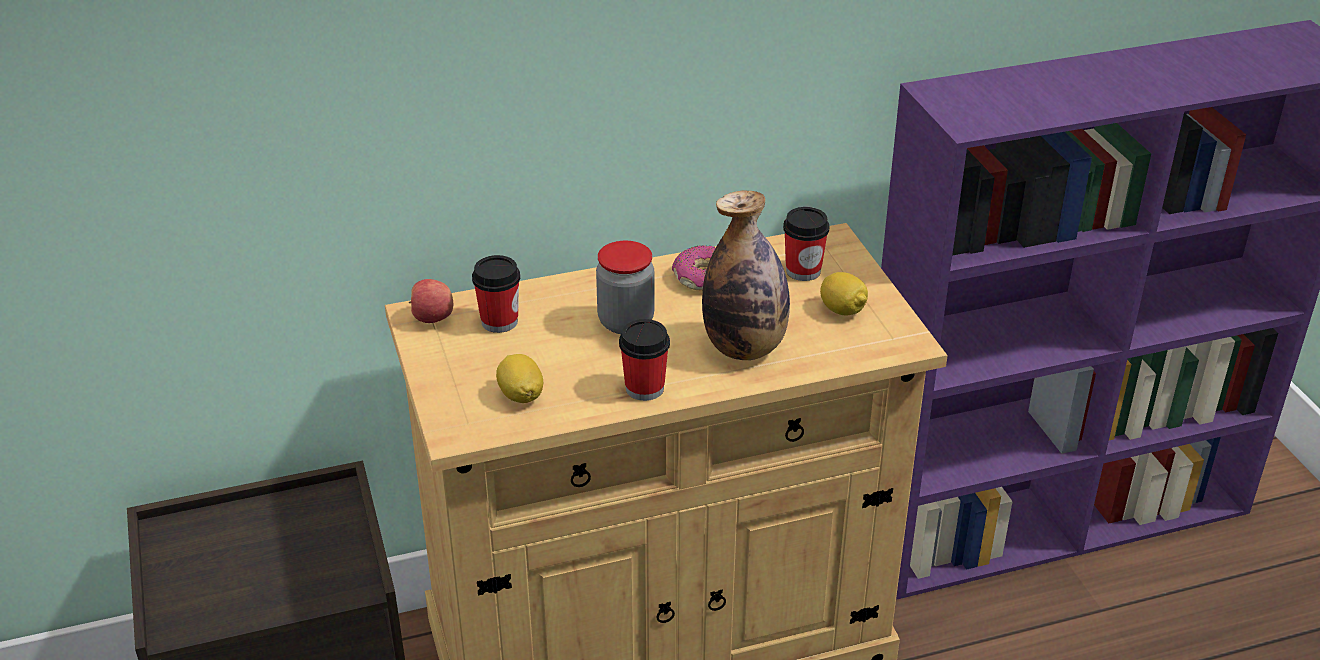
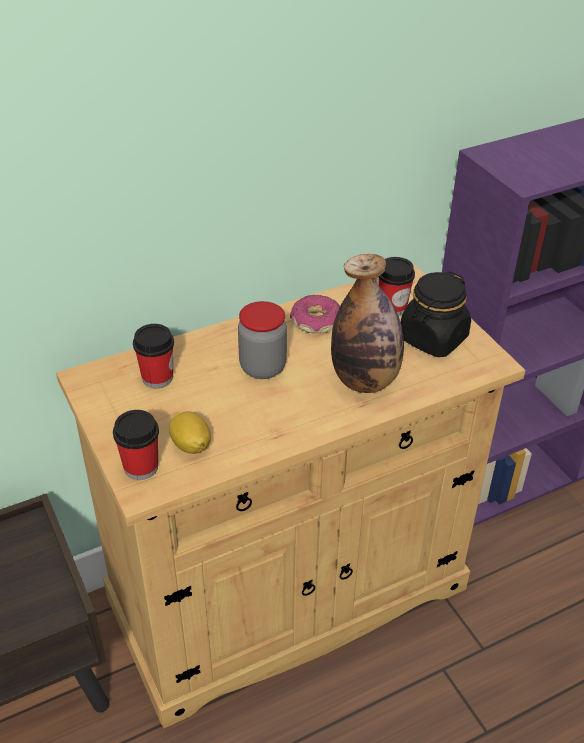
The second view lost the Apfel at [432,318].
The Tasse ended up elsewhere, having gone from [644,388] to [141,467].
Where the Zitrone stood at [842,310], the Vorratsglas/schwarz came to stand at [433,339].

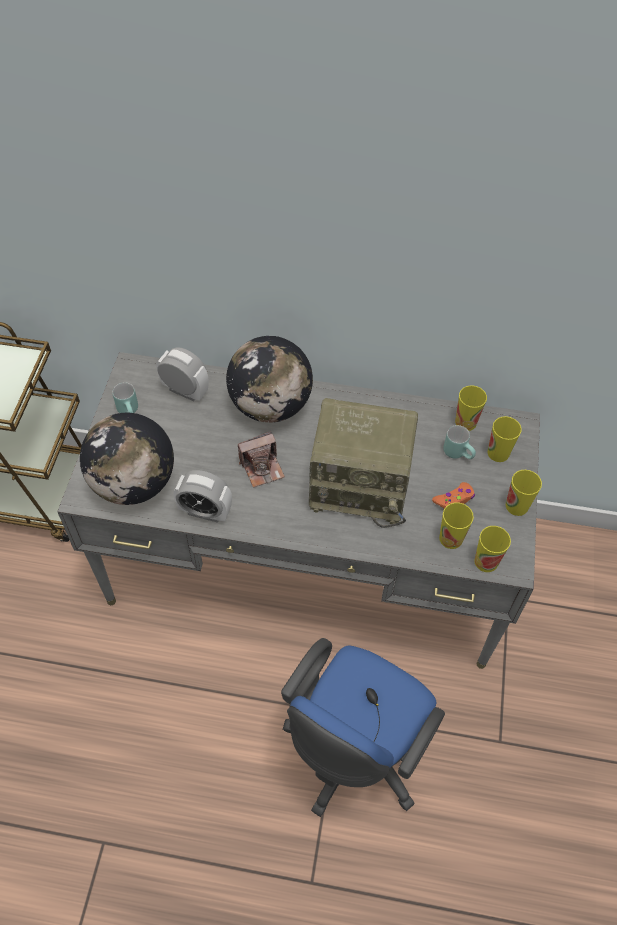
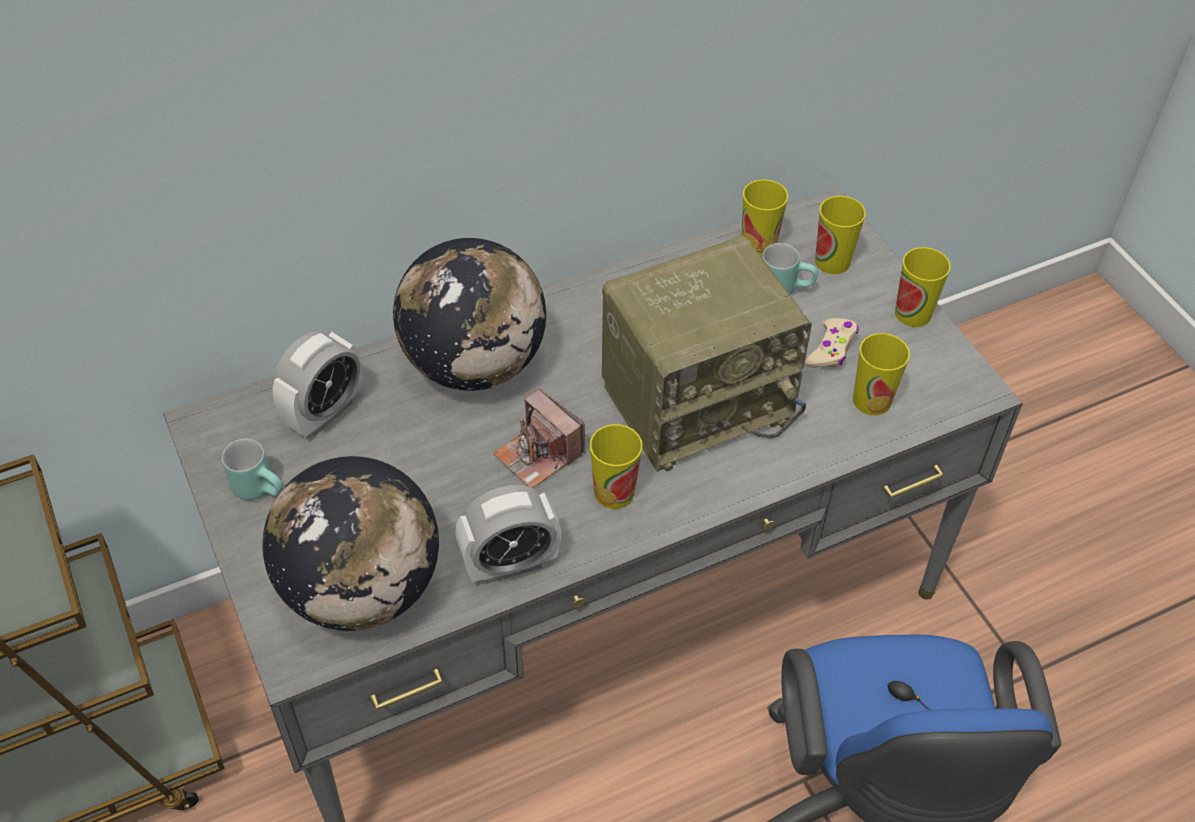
The Tasse ended up elsewhere, having gone from [486,561] to [614,492].
What was the Gamepad/orange at [454,499] turned into the Gamepad/beige at [831,349].
The Wecker at [185,391] ended up facing another way, 135 degrees clockwise from before.
The Kamera at [262,467] ended up facing another way, 105 degrees clockwise from before.

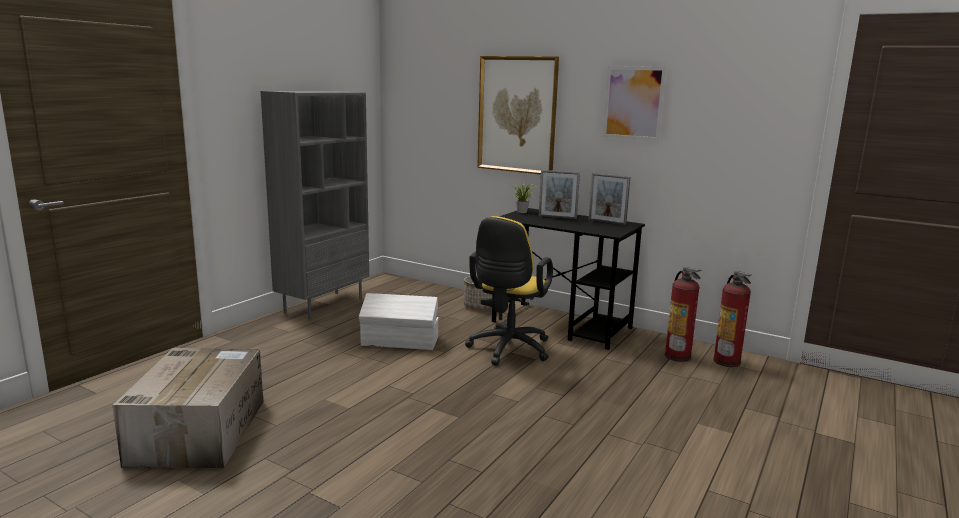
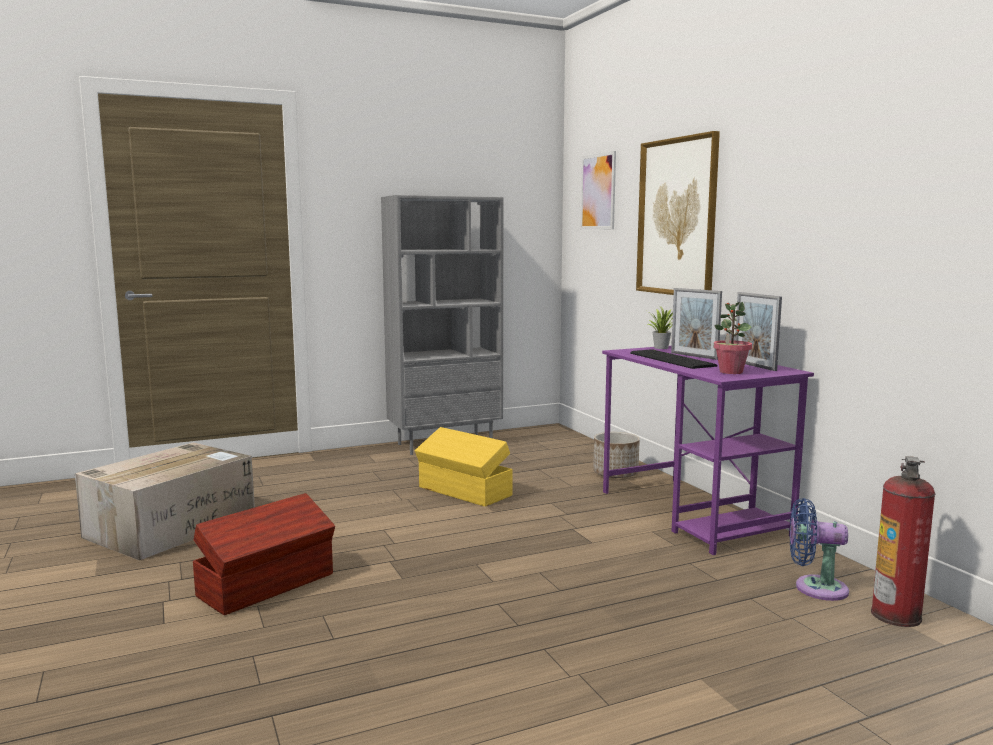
The second view lost the Bürostuhl/gelb at [507,350].
The second view gained the Aufbewahrungsbox/braun at [268,585].
The second view gained the Tastatur at [671,360].
The second view gained the Topfpflanze at [730,372].
The Bild ended up elsewhere, having gone from [633,103] to [598,191].
Where the Feuerlöscher stood at [678,356], the Ventilator/blau came to stand at [815,588].
What was the Aufbewahrungsbox/weiß at [400,342] turned into the Aufbewahrungsbox/gelb at [464,492].
What was the Schreibtisch/schwarz at [562,325] turned into the Schreibtisch/lila at [693,514].

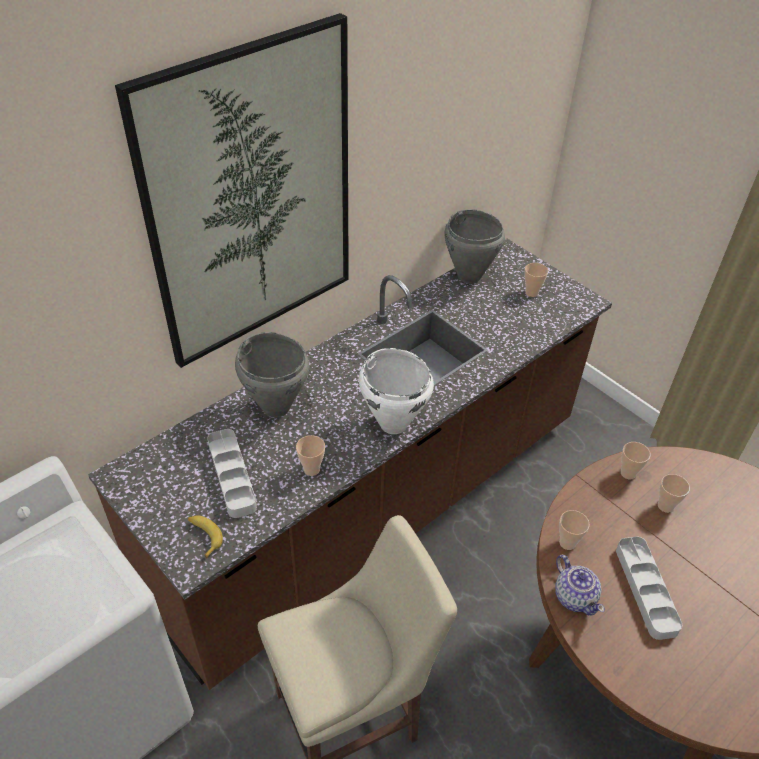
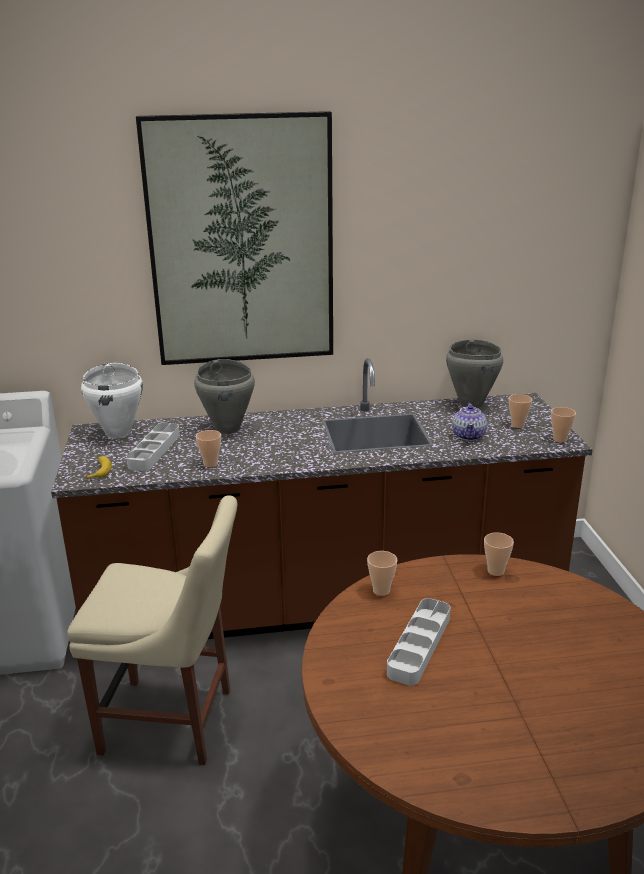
The Kochtopf/weiß ended up elsewhere, having gone from [393,423] to [119,433].
The Teekanne ended up elsewhere, having gone from [574,596] to [469,435].
The Tasse ended up elsewhere, having gone from [665,506] to [560,439].

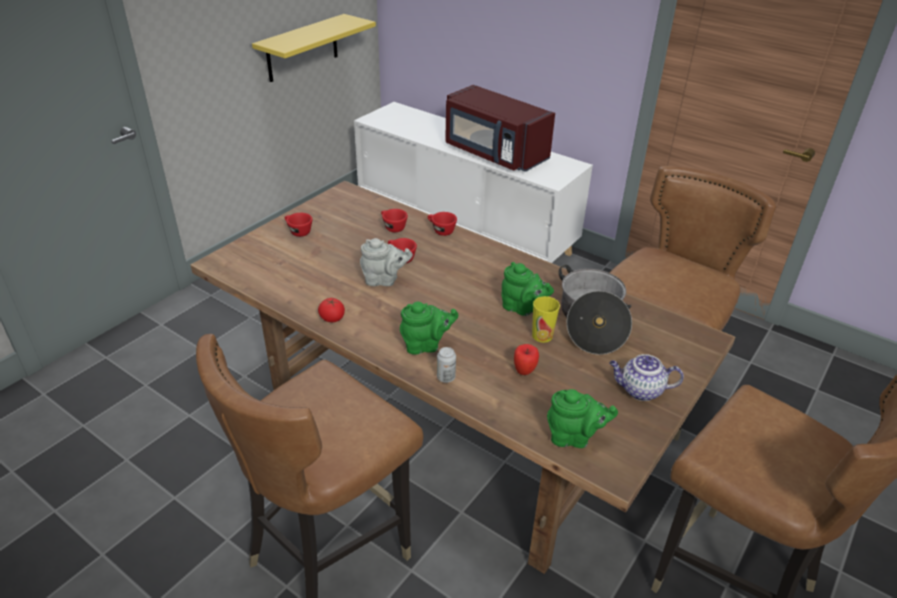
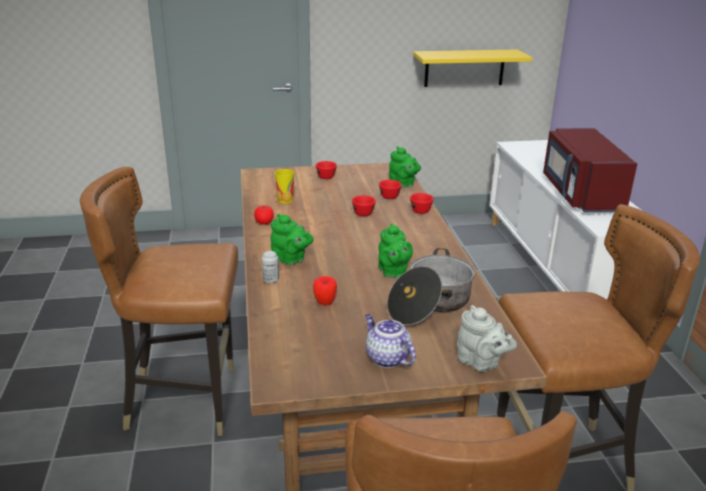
The Teekanne/grau ended up elsewhere, having gone from [384,280] to [481,363].
The Tasse ended up elsewhere, having gone from [542,335] to [285,200].
The Teekanne/grün ended up elsewhere, having gone from [574,437] to [403,184].

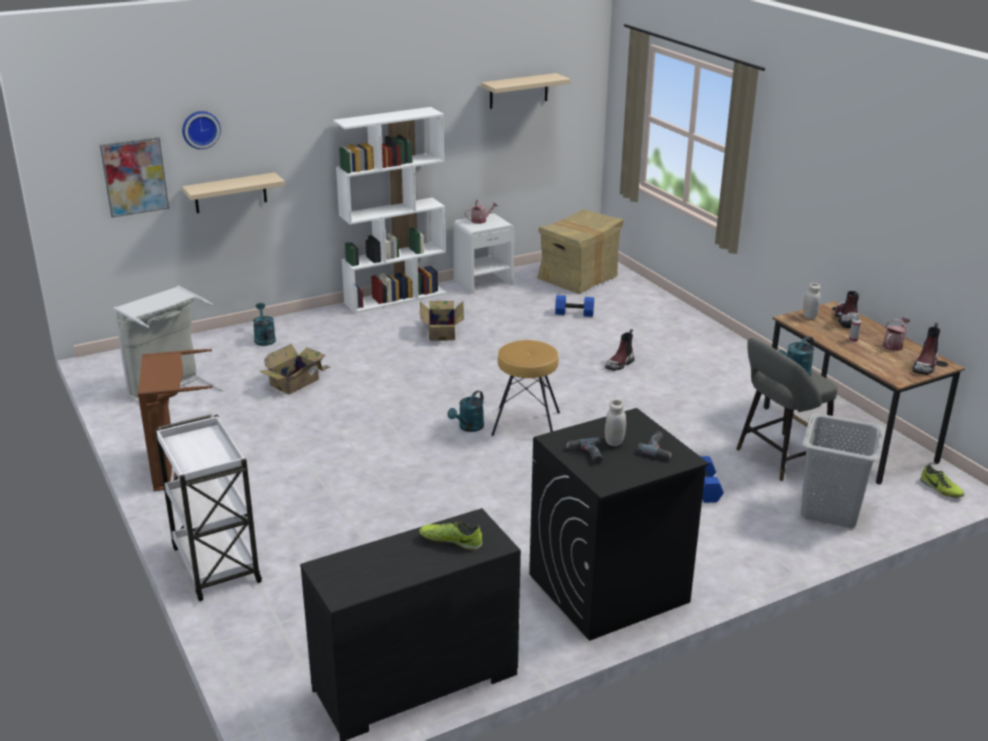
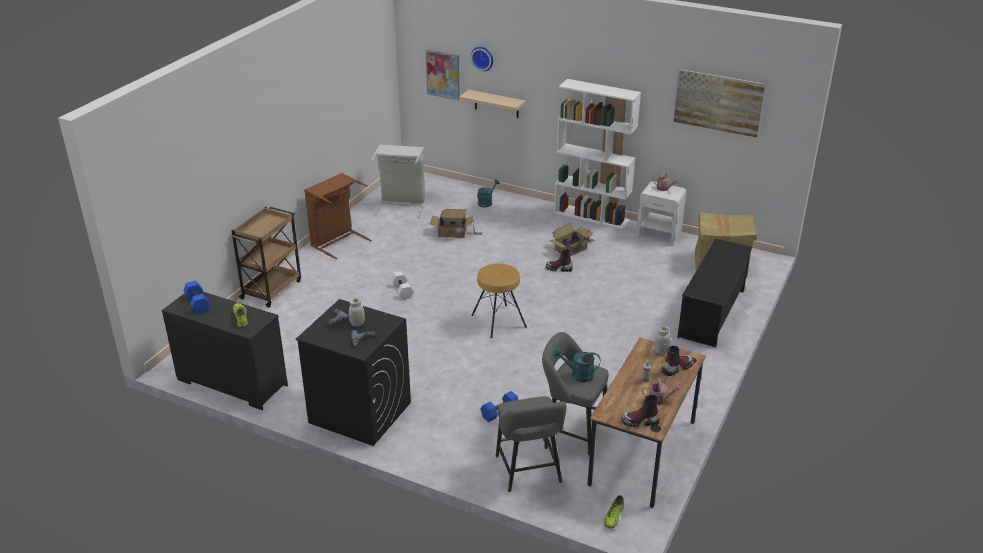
The second view lost the Gießkanne/türkis at [468,428].
The second view gained the Hantel/weiß at [403,291].
The second view gained the Schuhregal/schwarz at [712,313].
The Hantel/blau ended up elsewhere, having gone from [573,314] to [197,303].
The Stiefel ended up elsewhere, having gone from [620,364] to [559,268].
Where the Wandregal/beige hung at [518,91], the Bild came to hang at [718,102].
Where the Wäschekorb/grau stood at [830,510], the Hocker/grau came to stand at [529,472].
What was the Rollwagen/weiß at [215,563] turned into the Rollwagen/braun at [272,289].

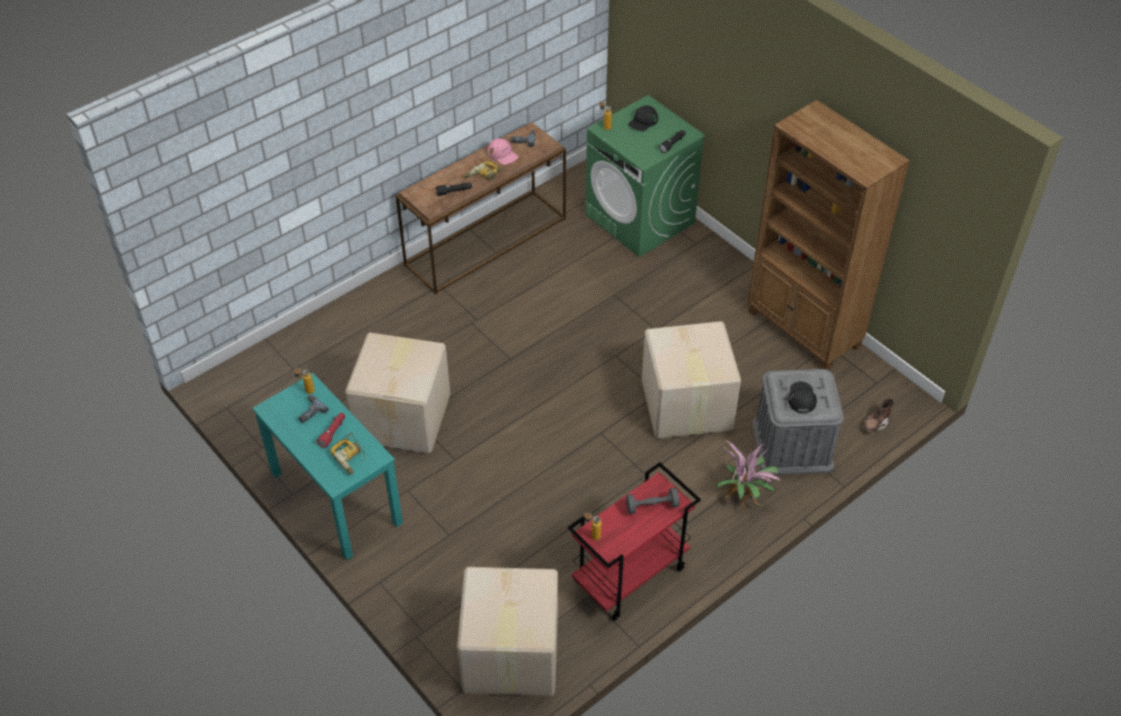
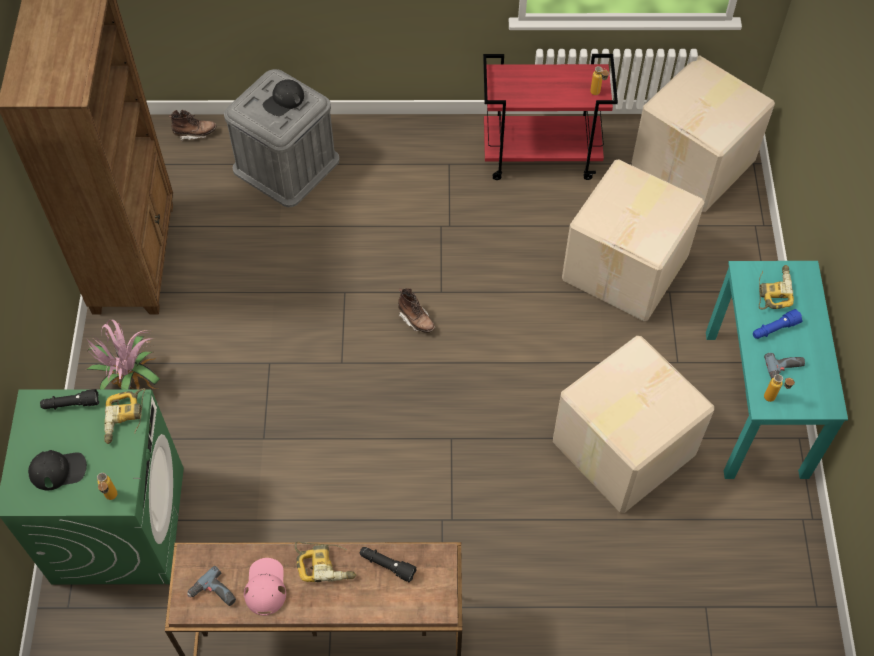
The second view lost the Hantel/grau at [652,506].
The second view gained the Bohrmaschine at [125,419].
The second view gained the Stiefel/braun at [416,320].
The Karton ended up elsewhere, having gone from [685,406] to [627,267].
The Topfpflanze ended up elsewhere, having gone from [745,495] to [130,379].
What was the Taschenlampe/rot at [333,432] turned into the Taschenlampe/blau at [774,329].

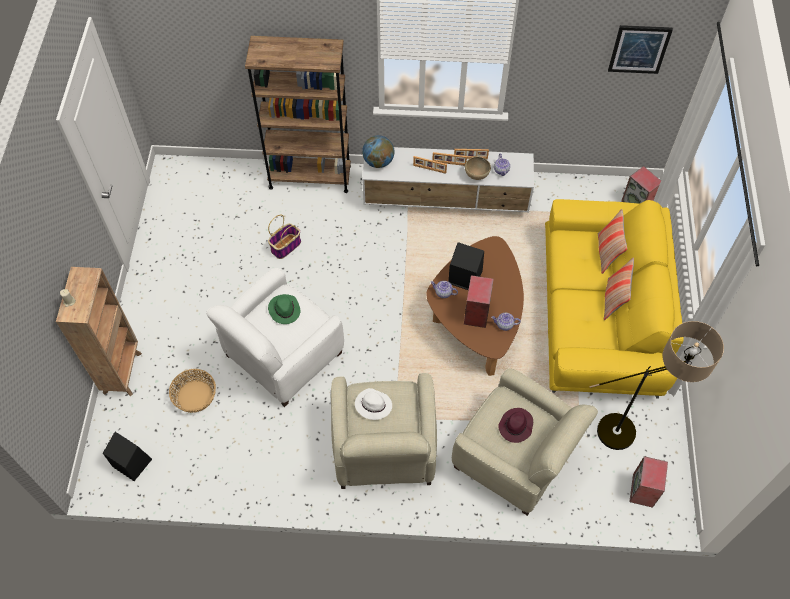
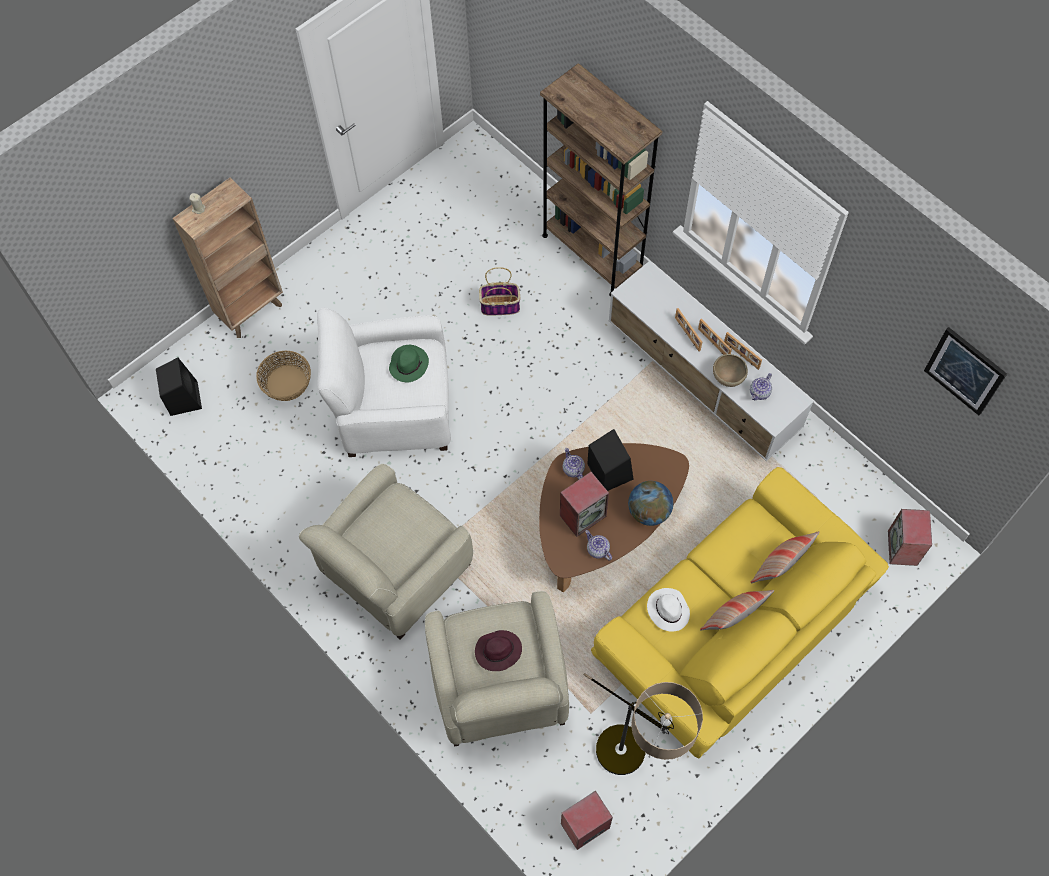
The Hut/weiß ended up elsewhere, having gone from [372,405] to [667,610].
The Globus ended up elsewhere, having gone from [378,162] to [649,511].

